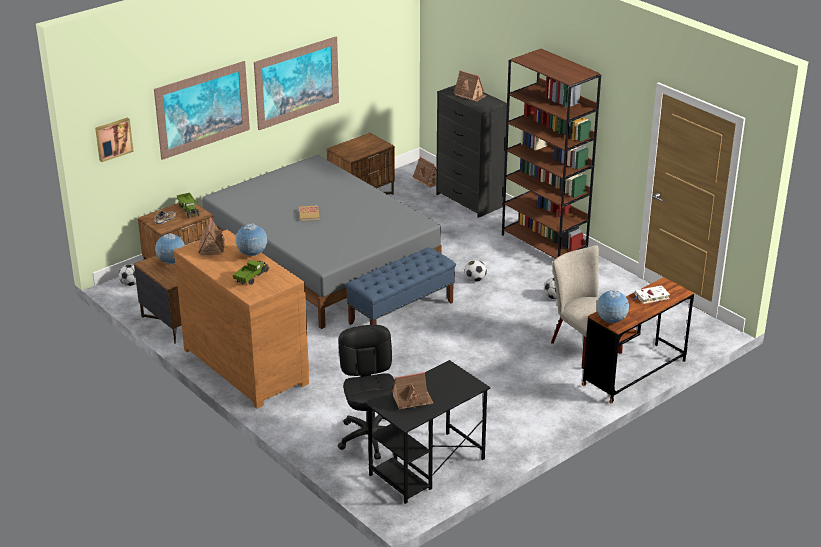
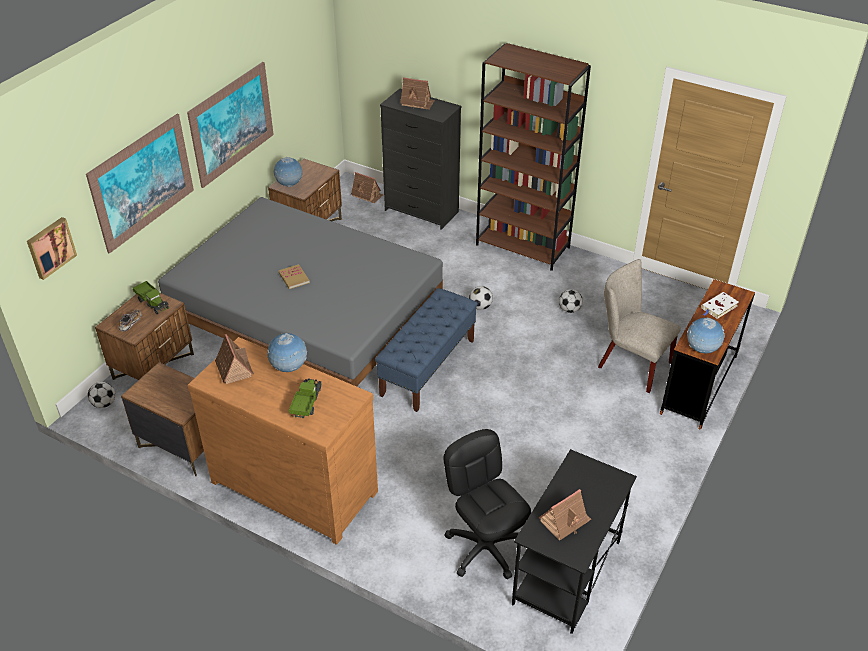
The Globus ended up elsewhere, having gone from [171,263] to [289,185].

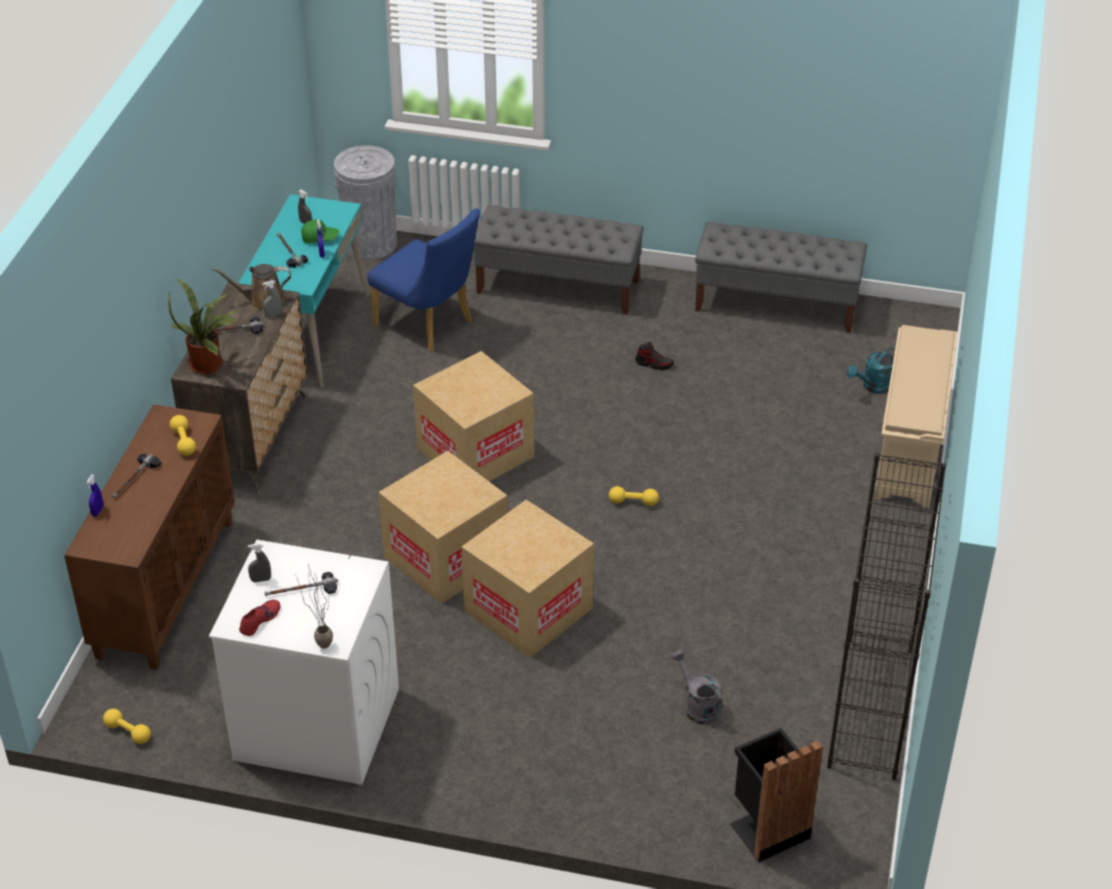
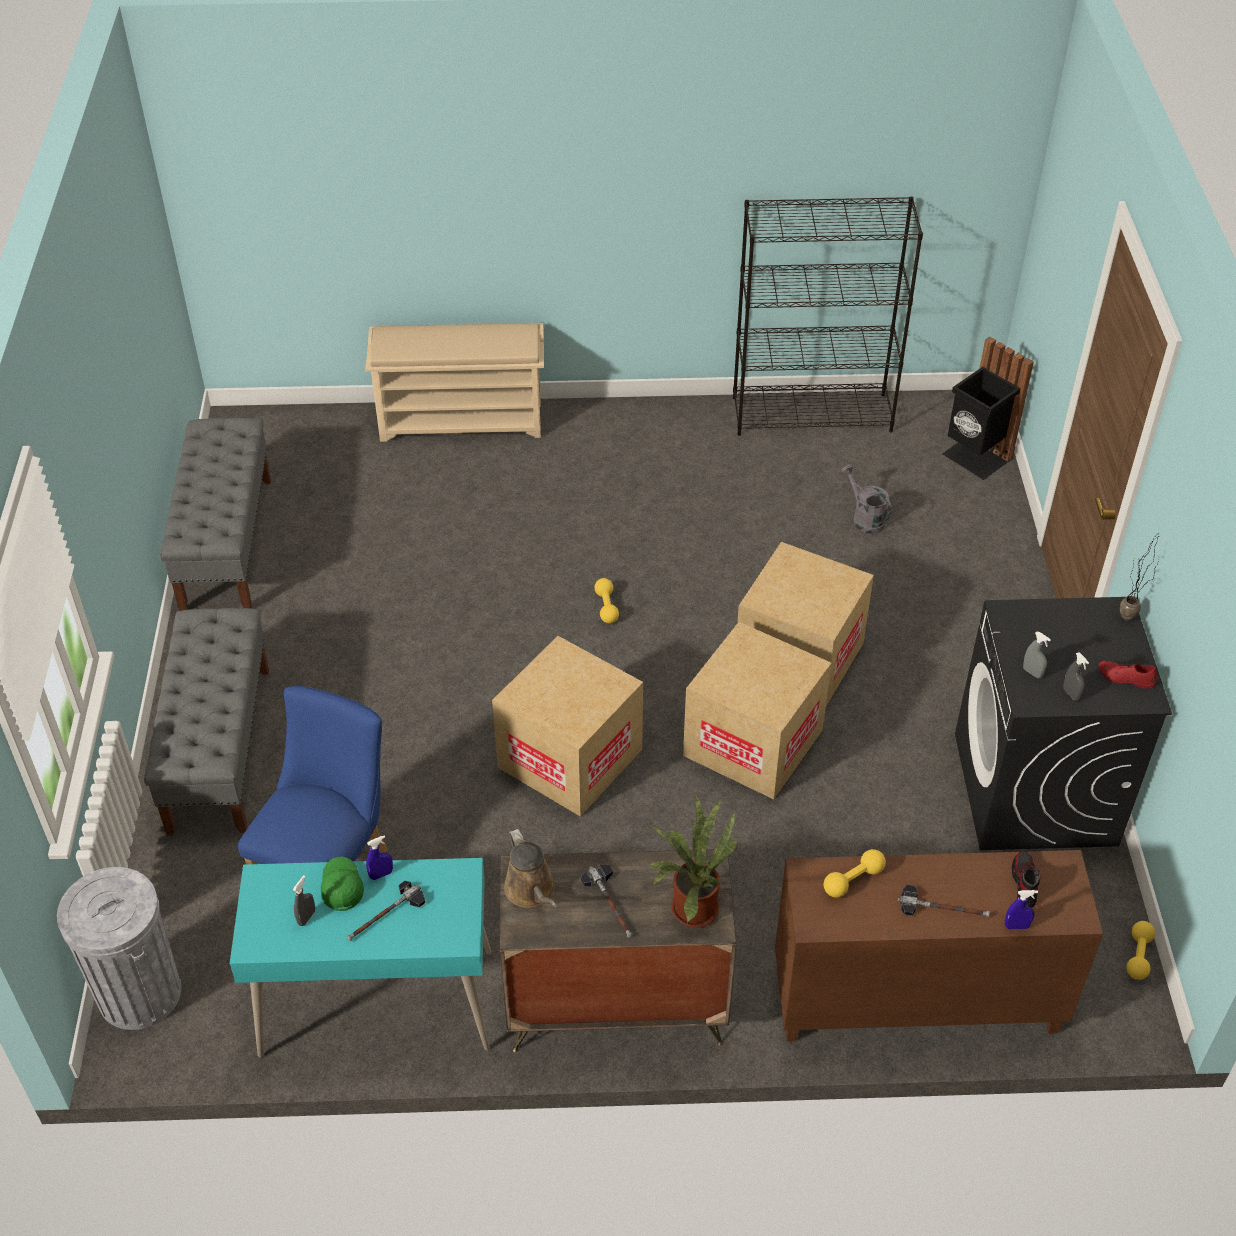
The second view lost the Hammer at [302,591].
The second view lost the Gießkanne/türkis at [872,386].
The Sprühflasche/grau ended up elsewhere, having gone from [273,315] to [1032,672].
The Schuh ended up elsewhere, having gone from [654,364] to [1024,883].
What was the Waschmaschine/weiß at [315,724] turned into the Waschmaschine/schwarz at [1035,790].
The Gießkanne/grau at [697,706] ended up facing another way, 105 degrees clockwise from before.

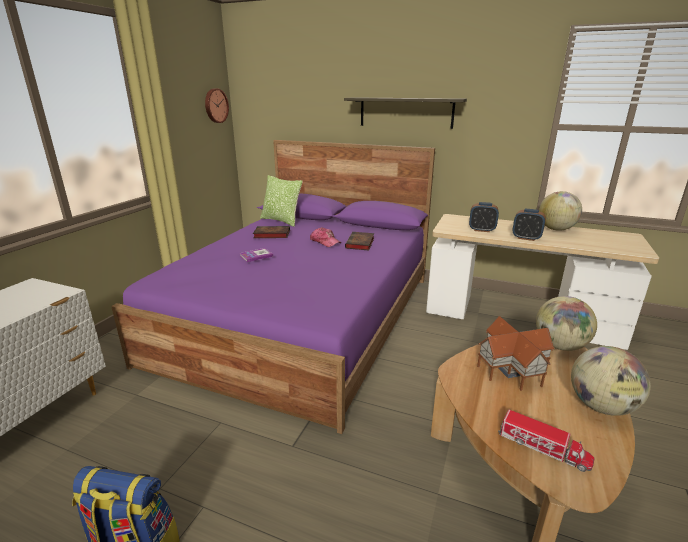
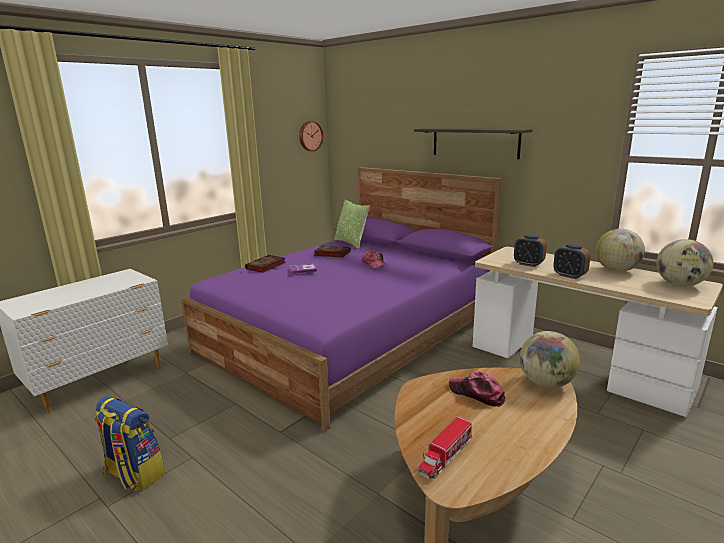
The Buch ended up elsewhere, having gone from [360,243] to [265,266].
The Globus ended up elsewhere, having gone from [601,406] to [679,285].
Where the Spielzeughaus stood at [513,369], the Kappe came to stand at [476,394].
The Spielzeuglaster at [543,448] ended up facing another way, 75 degrees clockwise from before.

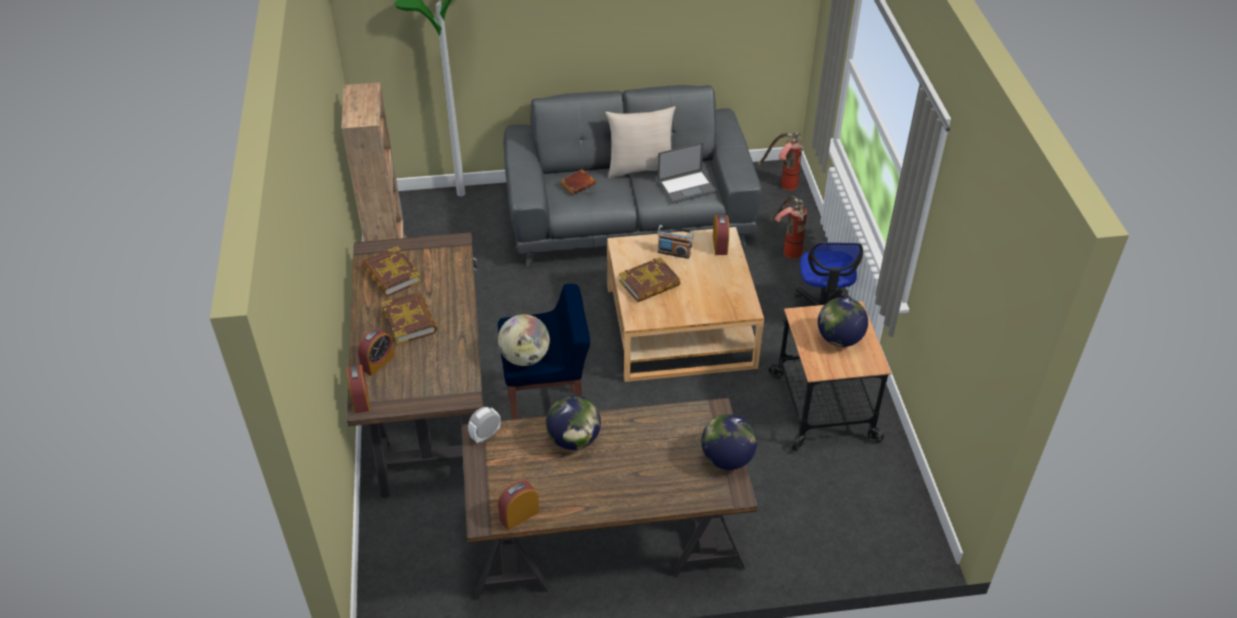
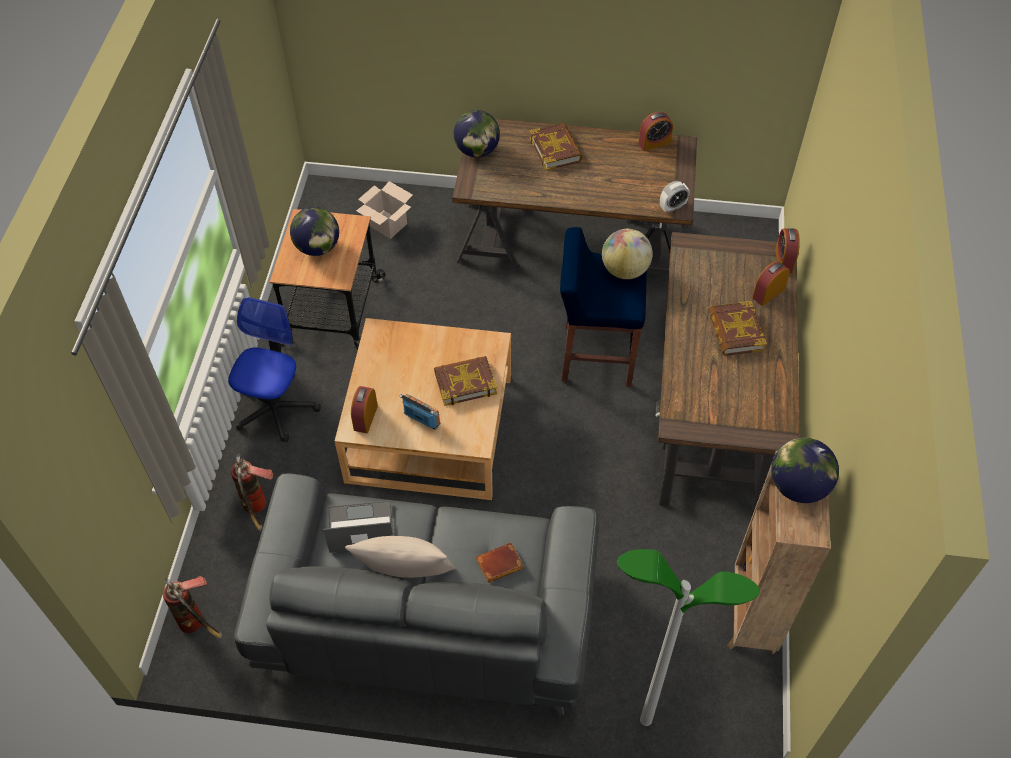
The second view gained the Karton at [386,224].
The Buch ended up elsewhere, having gone from [392,275] to [555,149].
The Globus ended up elsewhere, having gone from [574,439] to [798,487].

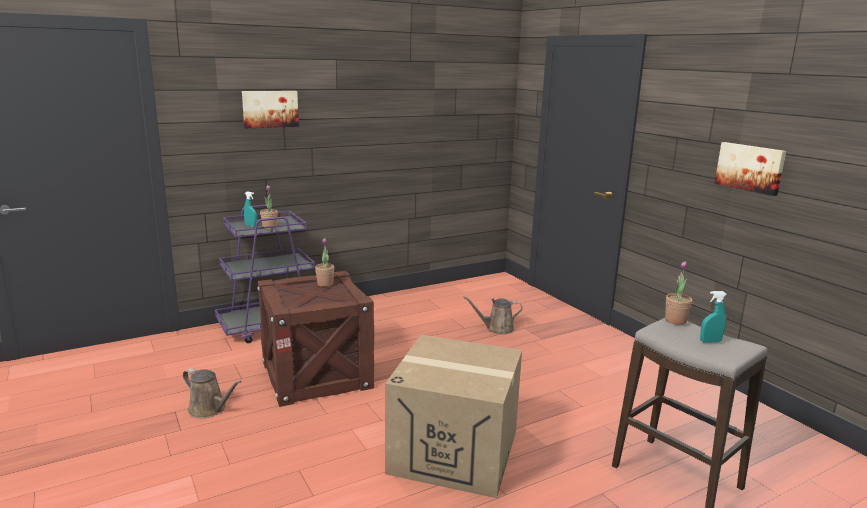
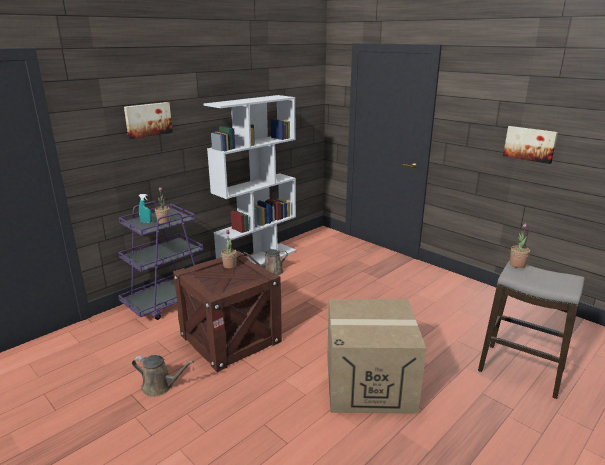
The second view lost the Sprühflasche/türkis at [710,341].
The second view gained the Bücherregal/weiß at [258,260].
The Gießkanne/braun ended up elsewhere, having gone from [497,328] to [270,272].

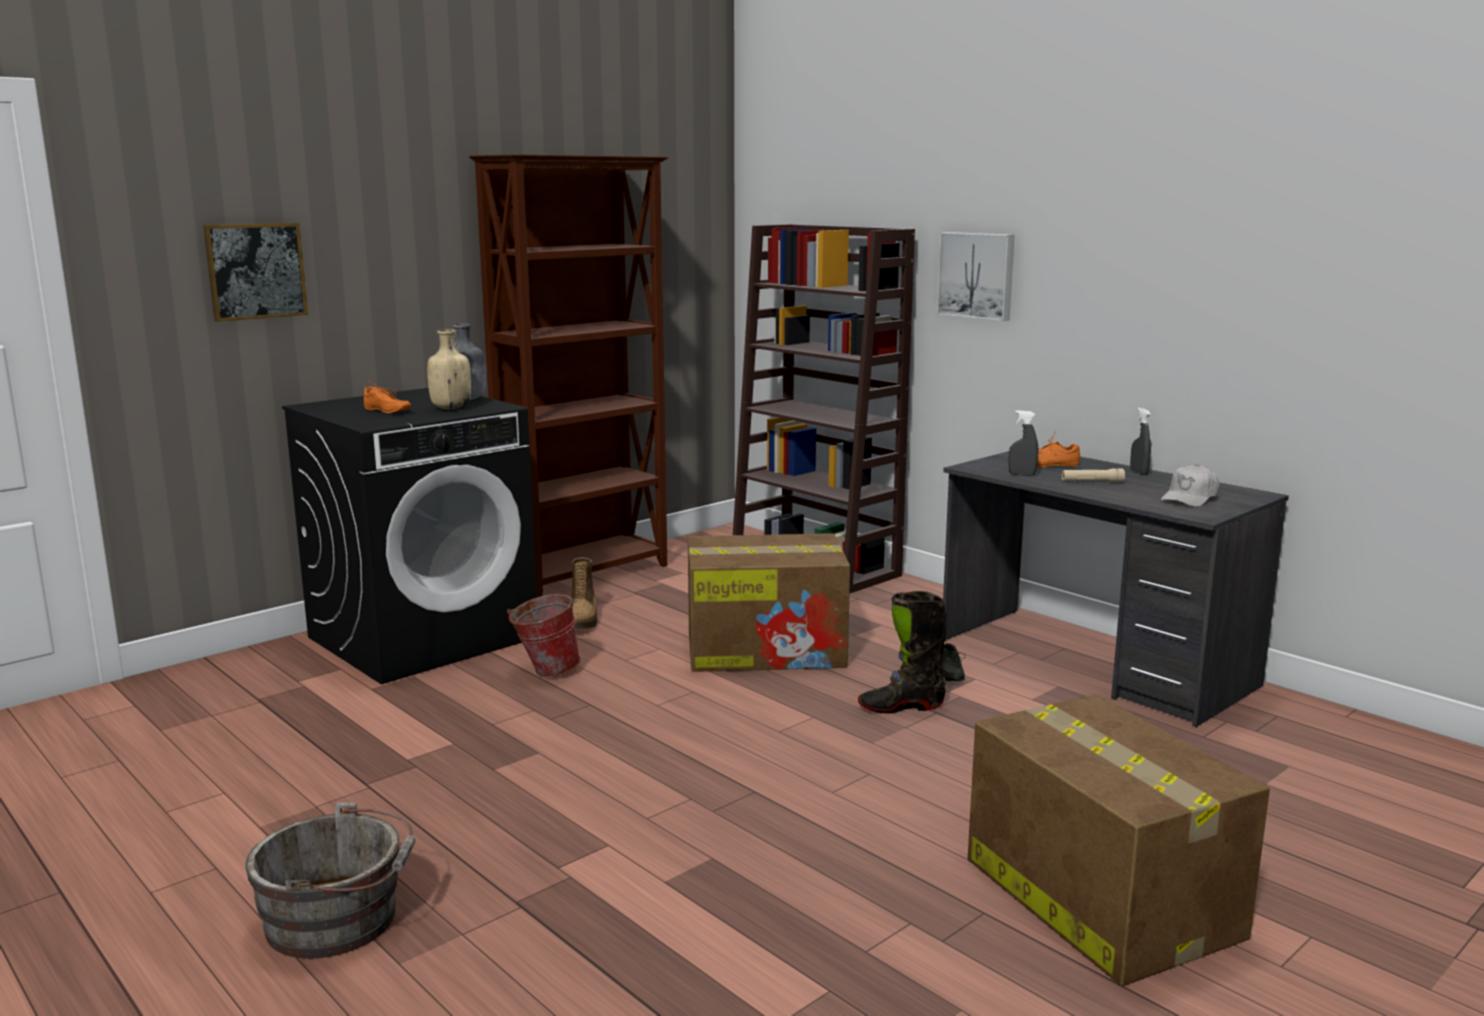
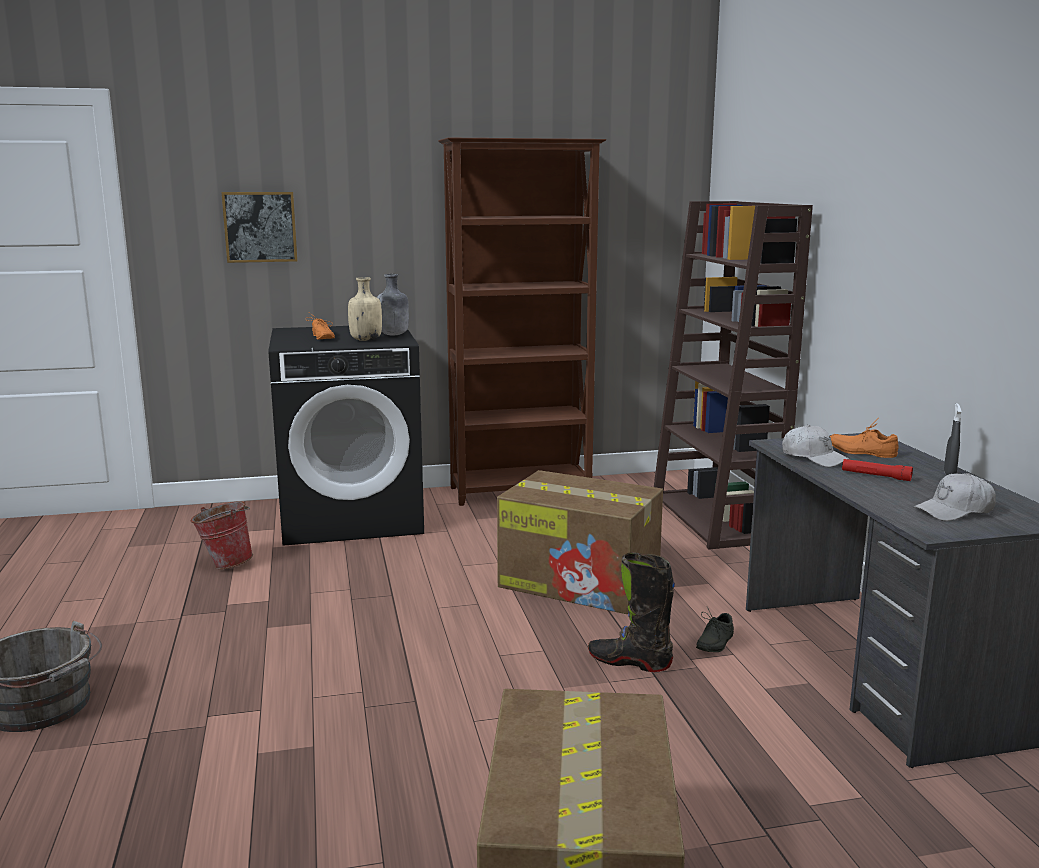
The second view lost the Stiefel at [583,621].
The second view lost the Bild at [977,275].
The Eimer ended up elsewhere, having gone from [545,671] to [225,563].
Where the Sprühflasche/grau stood at [1022,474], the Kappe/weiß came to stand at [813,458].
What was the Taschenlampe/beige at [1092,481] turned into the Taschenlampe/rot at [875,476].

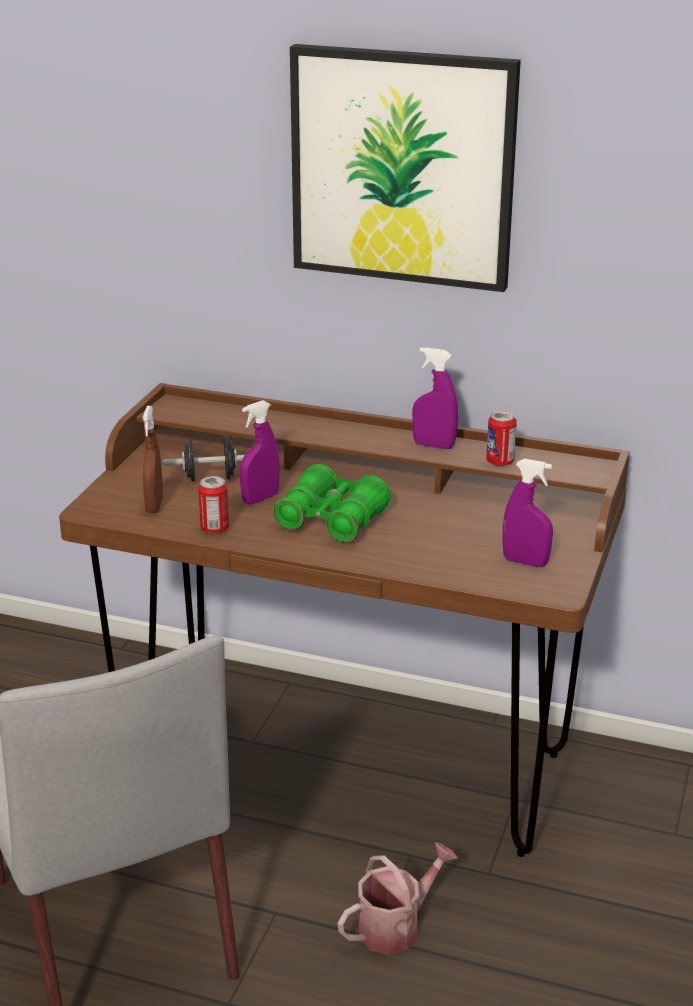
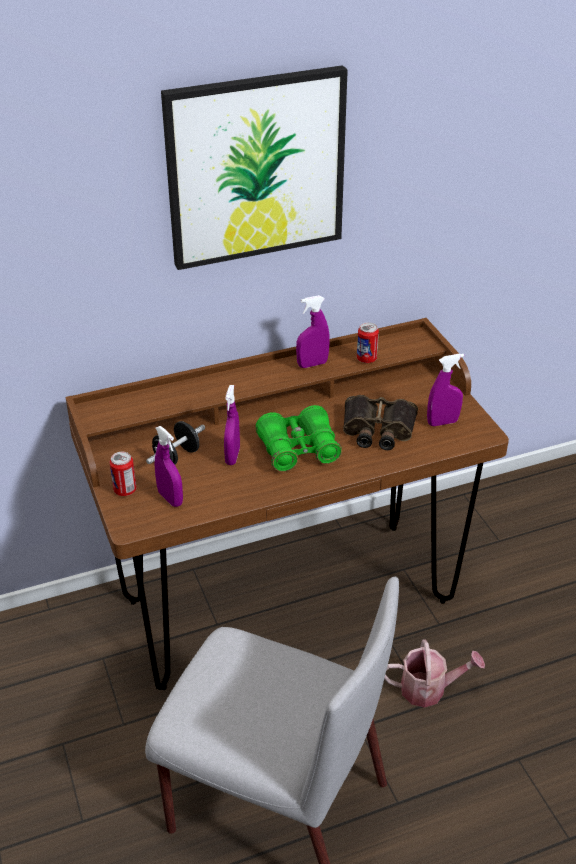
The second view gained the Fernglas at [377,430].
The Dose ended up elsewhere, having gone from [214,529] to [125,490].
What was the Sprühflasche/braun at [154,505] turned into the Sprühflasche/lila at [170,498].
The Gießkanne at [396,925] ended up facing another way, 75 degrees clockwise from before.

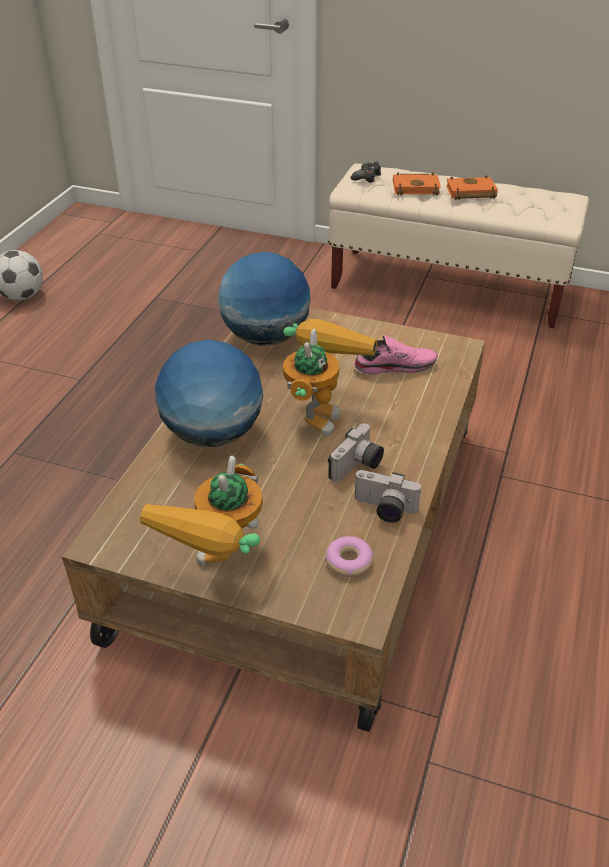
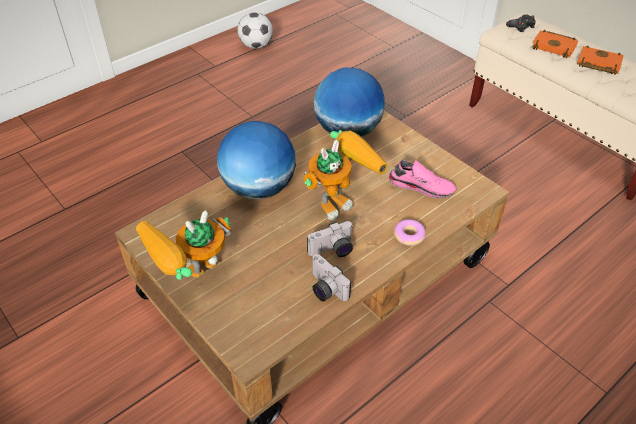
The Donut ended up elsewhere, having gone from [348,561] to [409,235].

